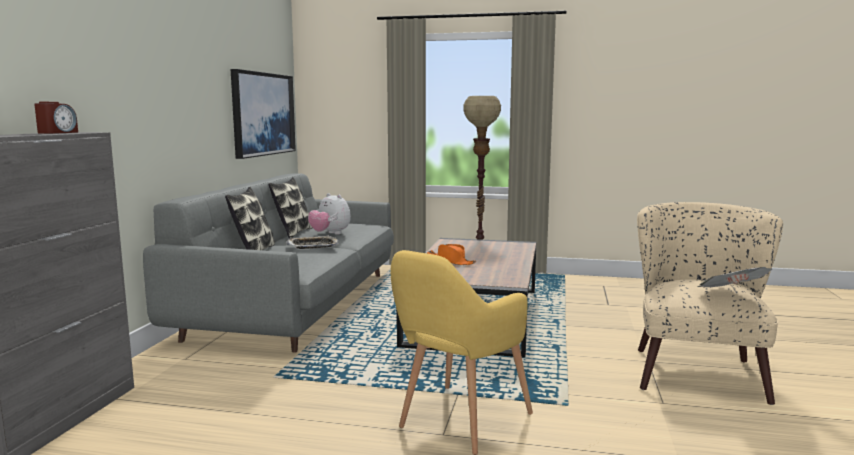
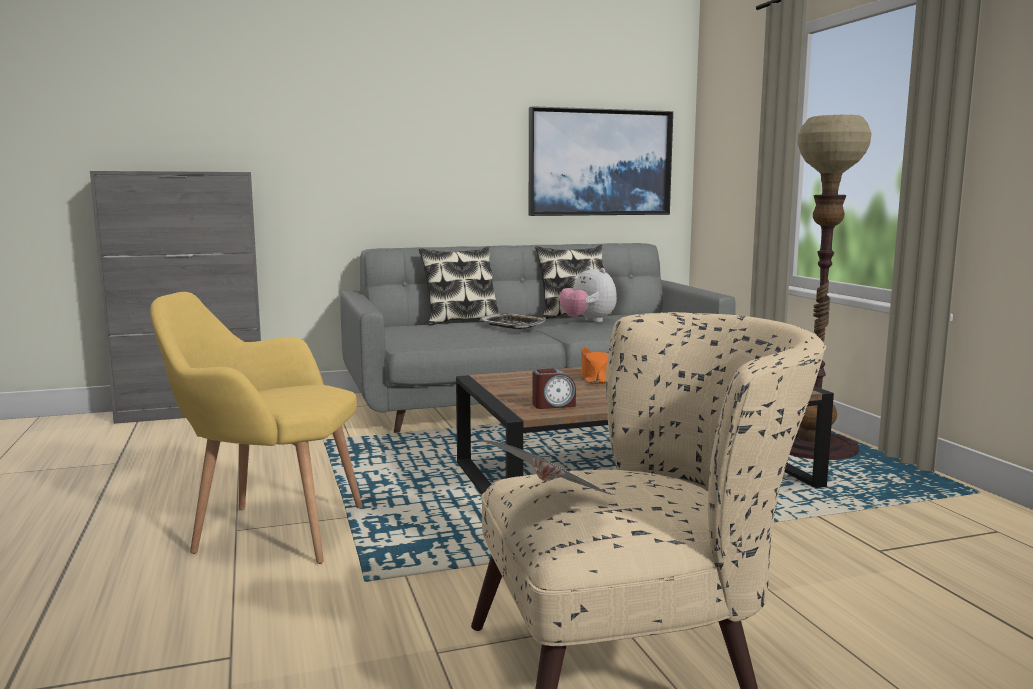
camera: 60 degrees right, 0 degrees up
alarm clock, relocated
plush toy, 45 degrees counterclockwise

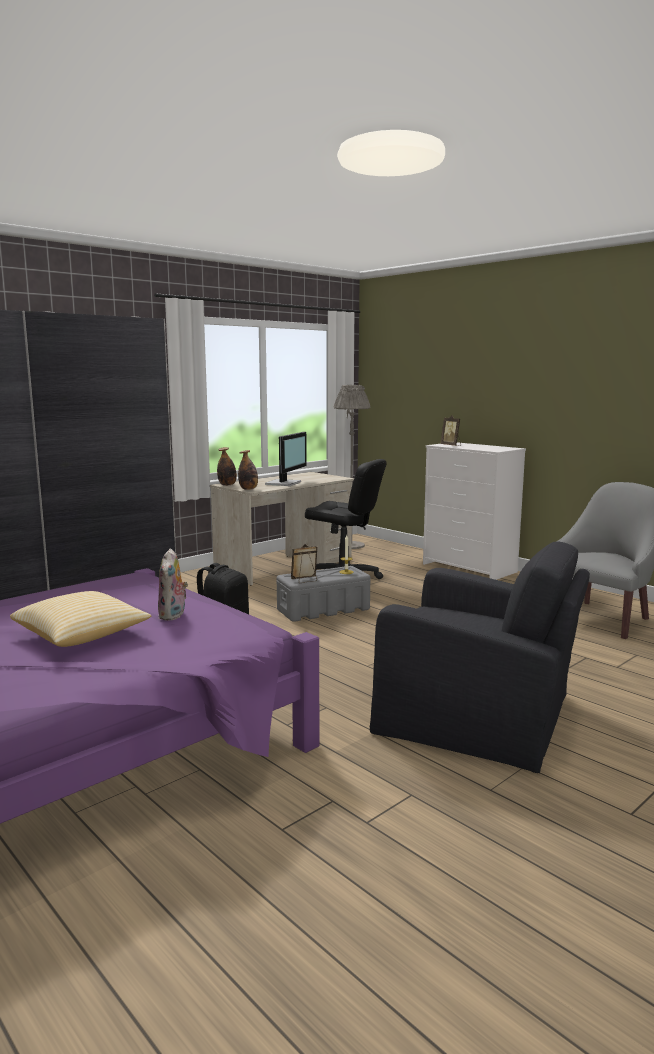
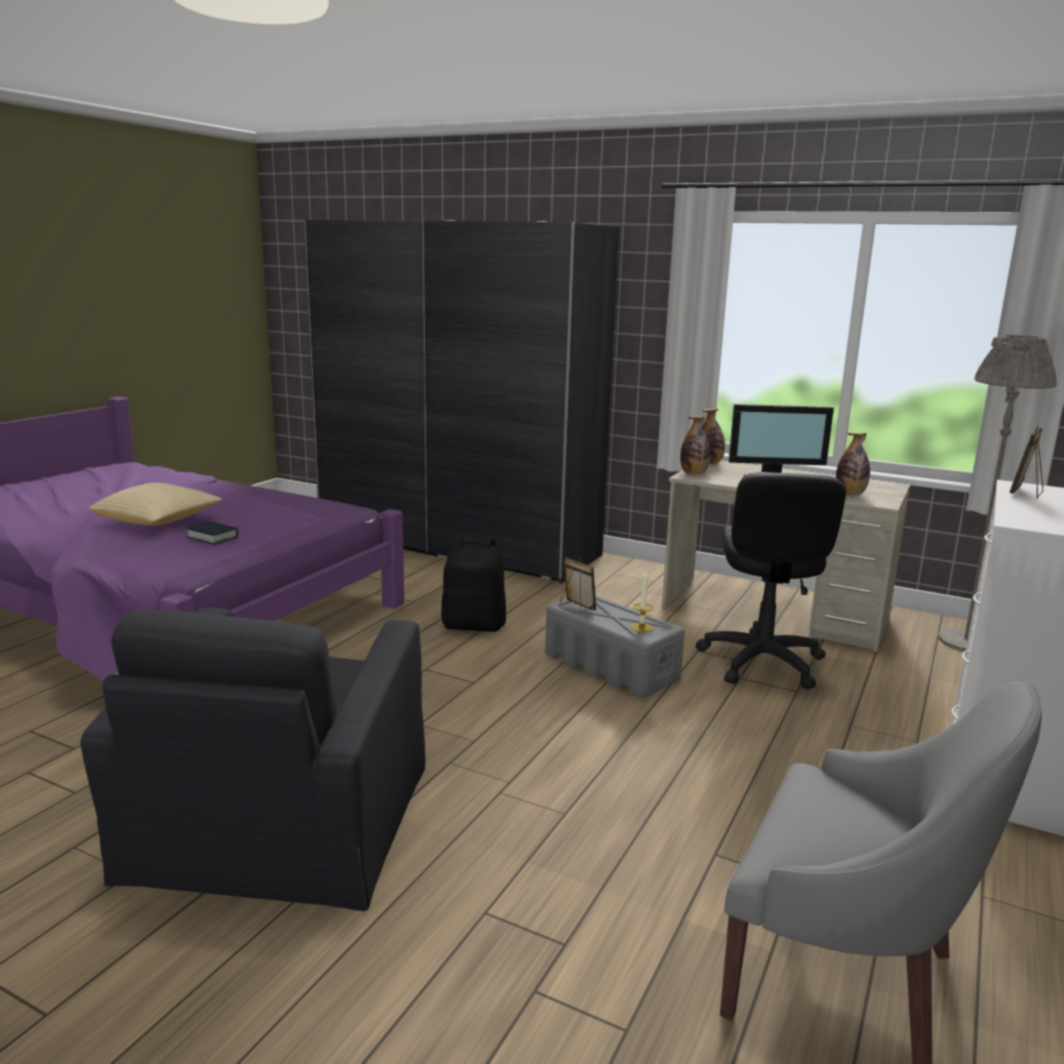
camera: 70 degrees right, 5 degrees up
plush toy → book
- → bottle (no. 3 from left)

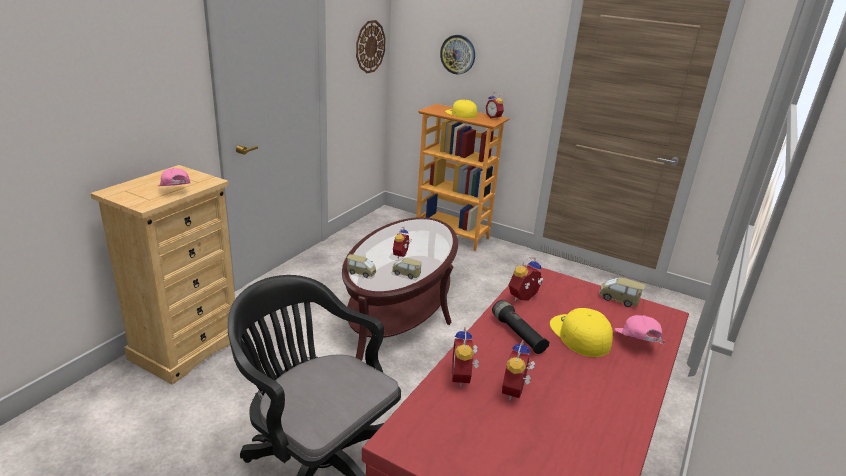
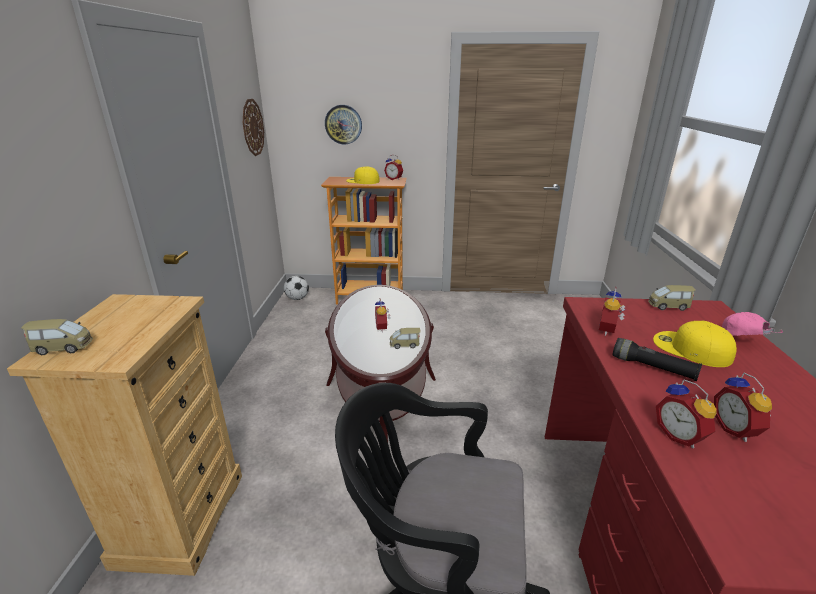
camera: 25 degrees left, 0 degrees up
cap (pink) (no. 1 from left) → -
toy car (no. 1 from left), relocated
- → football

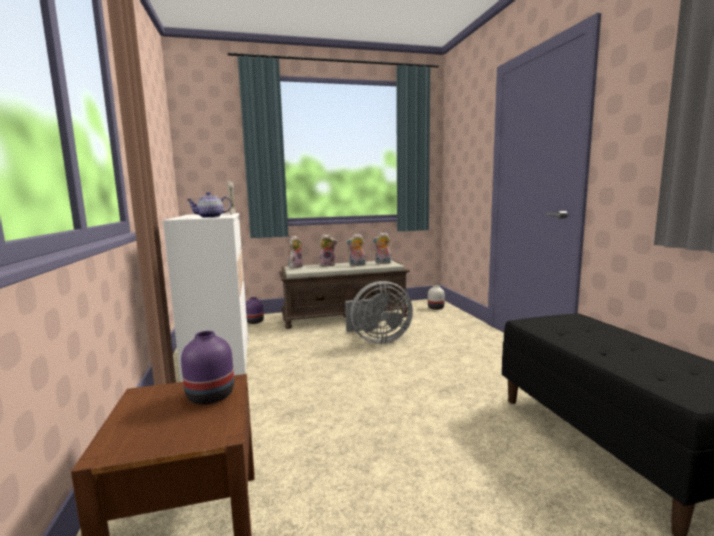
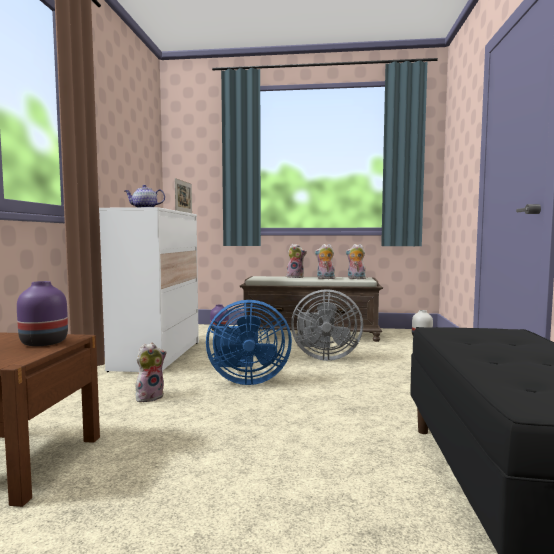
camera: 20 degrees right, 5 degrees down
plush toy (no. 1 from left), relocated
- → fan (blue)

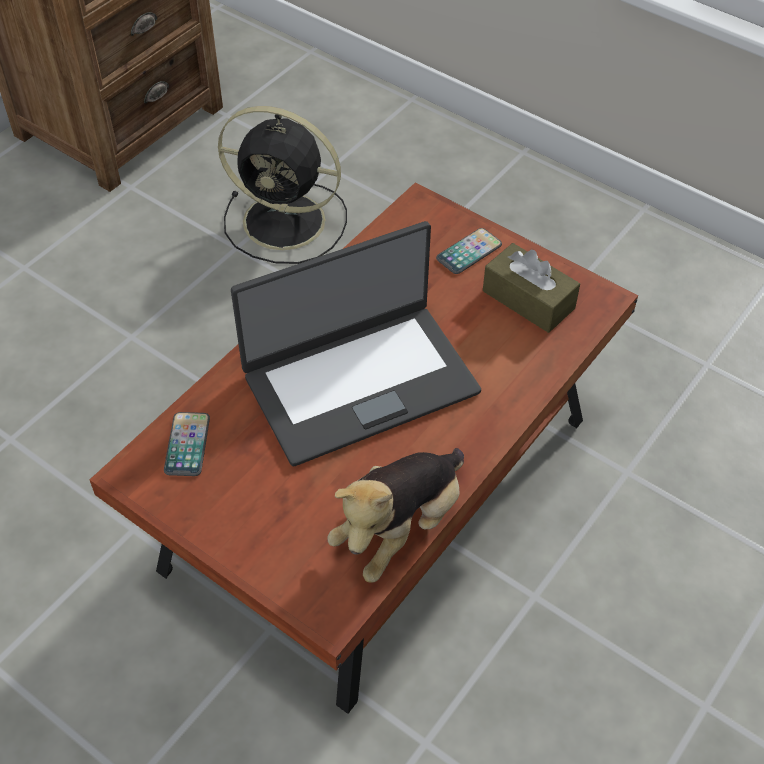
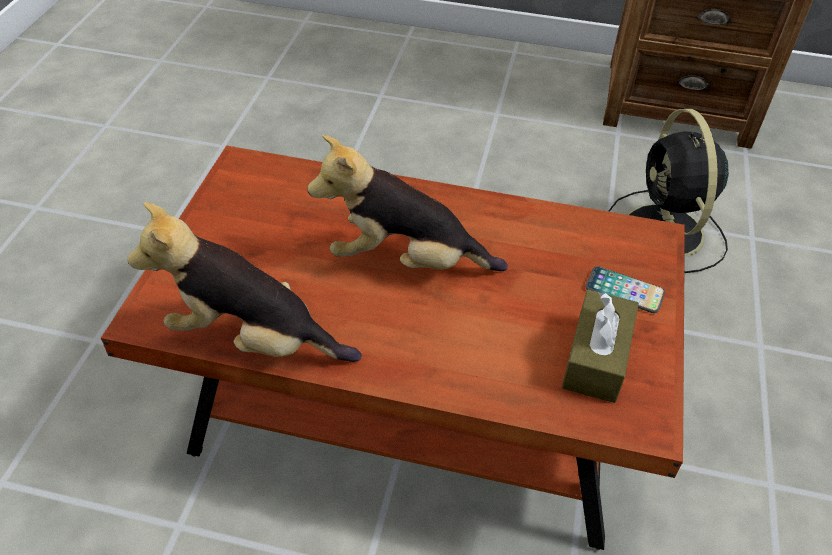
camera: 65 degrees right, 5 degrees down
phone (no. 1 from left) → -
laptop → plush toy (no. 2 from left)

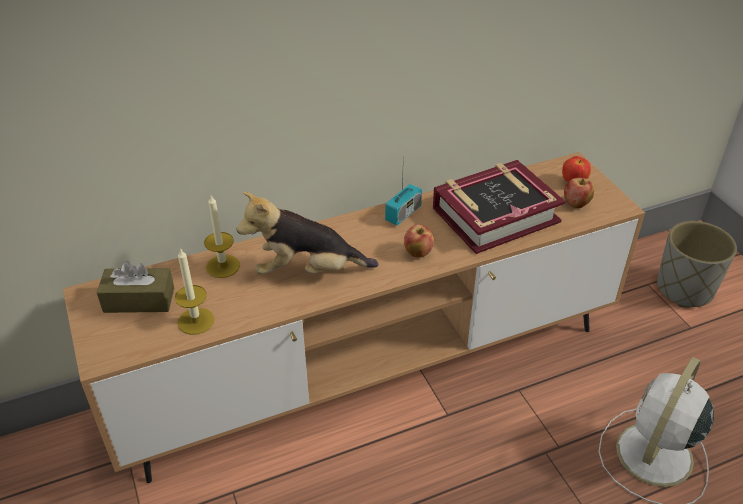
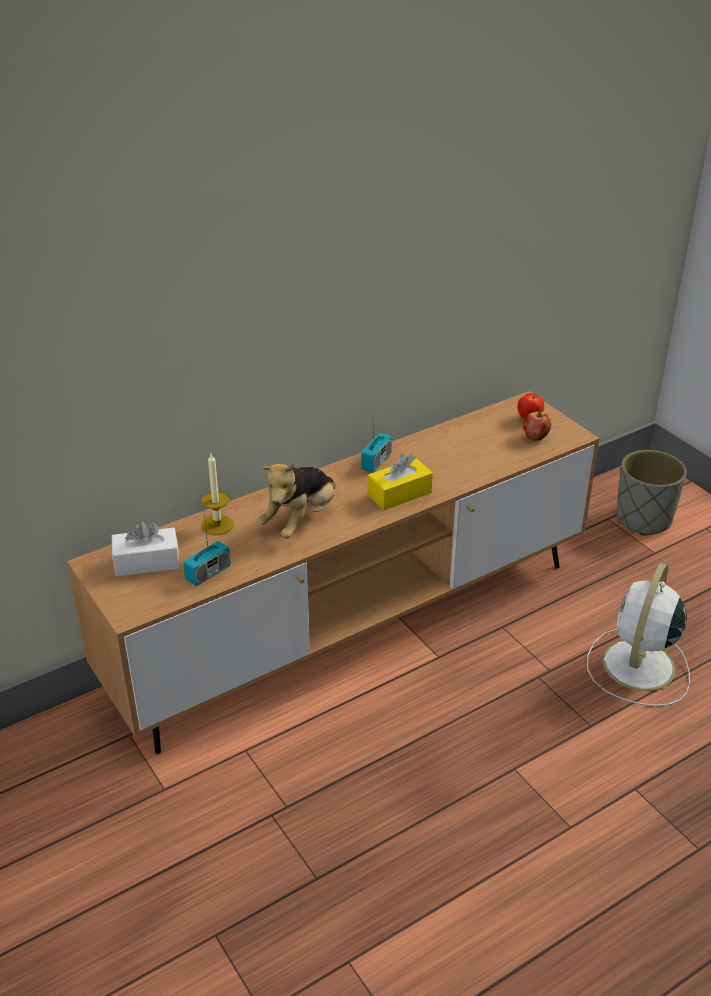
camera: 10 degrees left, 5 degrees down
tissue box (brown) → tissue box (white)
candle (no. 1 from left) → radio (no. 1 from left)
plush toy, 45 degrees counterclockwise
apple (no. 1 from left) → tissue box (yellow)
book → -

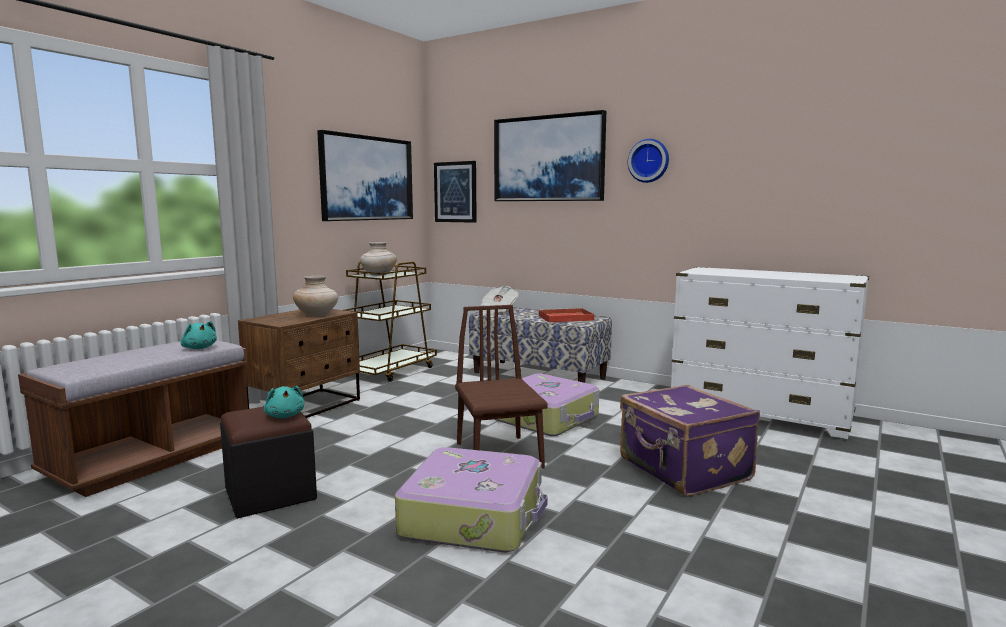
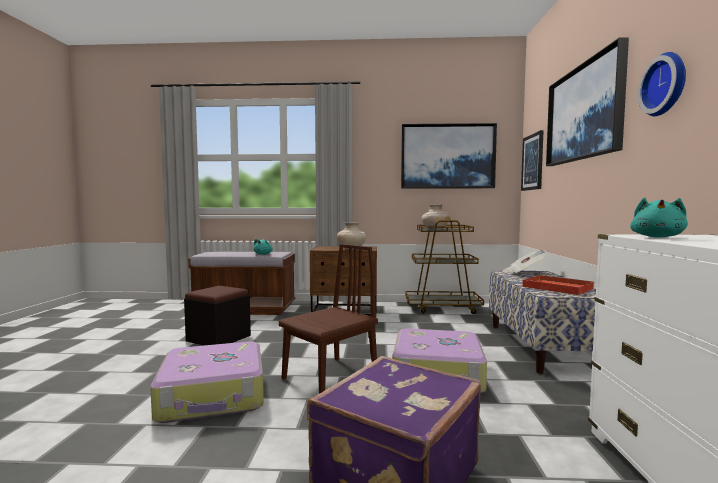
camera: 60 degrees right, 5 degrees down
plush toy (turquoise) (no. 2 from left), relocated

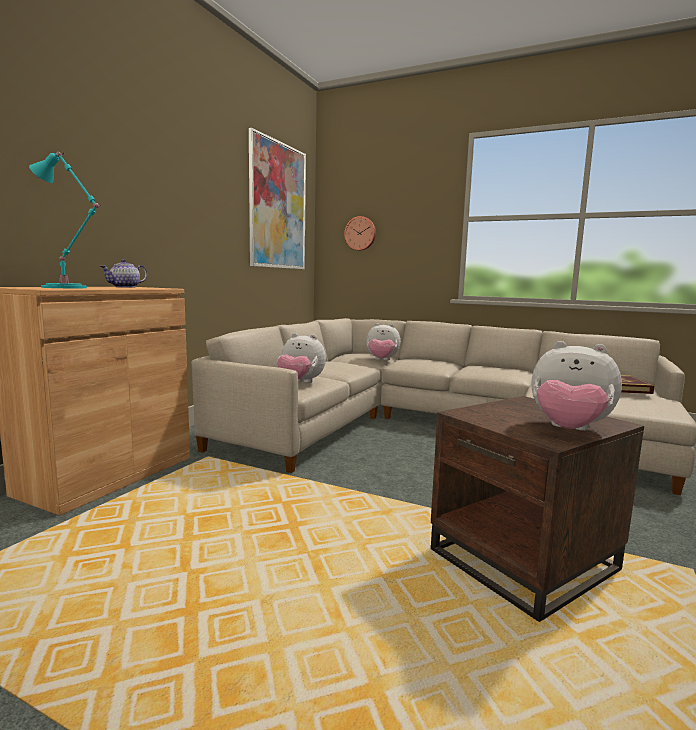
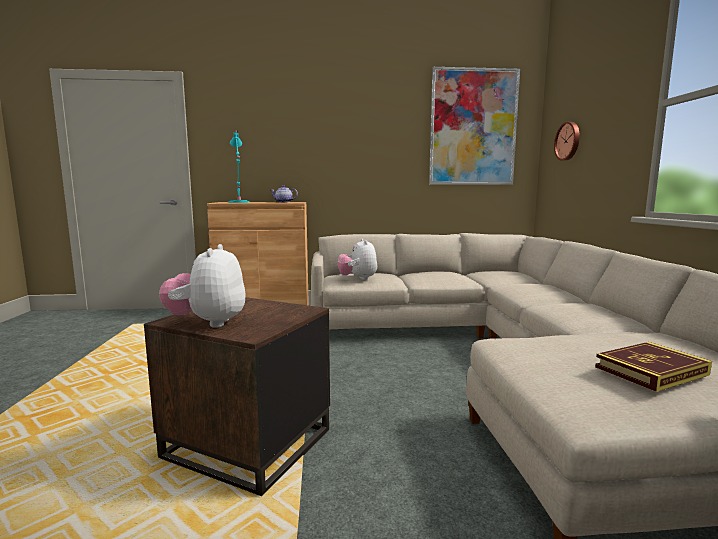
camera: 60 degrees right, 0 degrees up
plush toy (no. 2 from left) → -

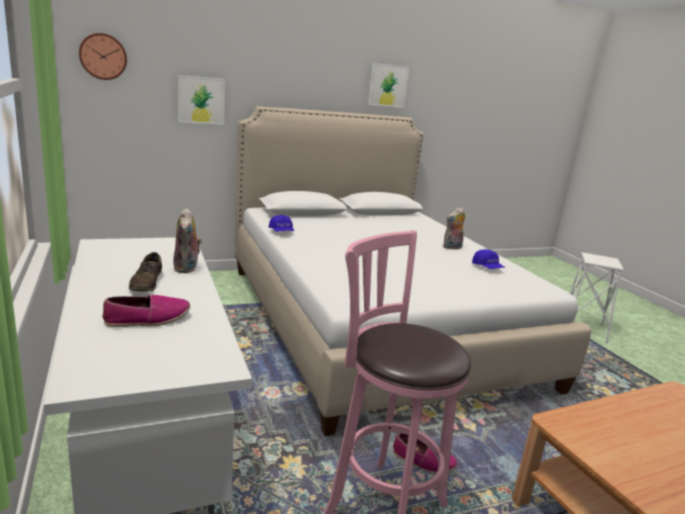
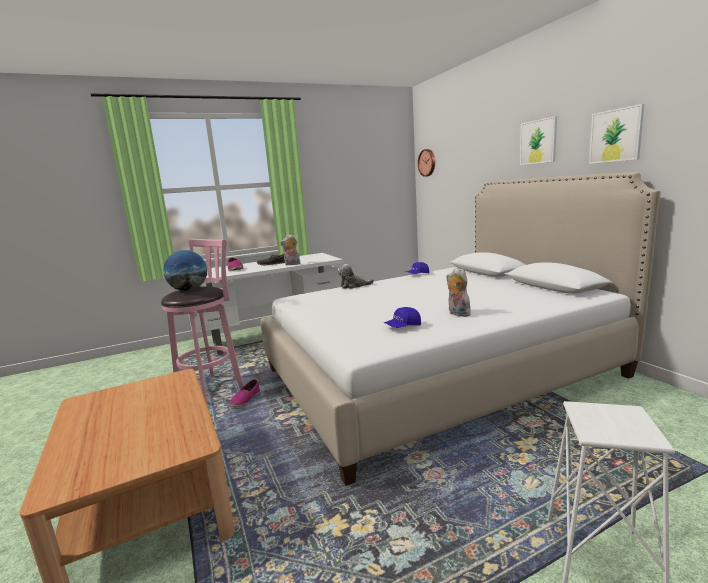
camera: 90 degrees right, 5 degrees down
picture (no. 1 from left), relocated
- → globe
- → plush toy (no. 2 from left)

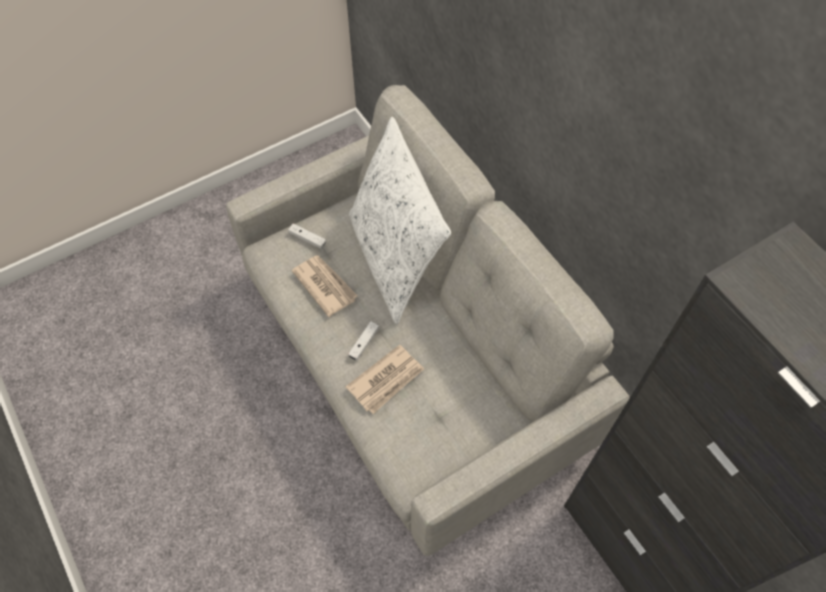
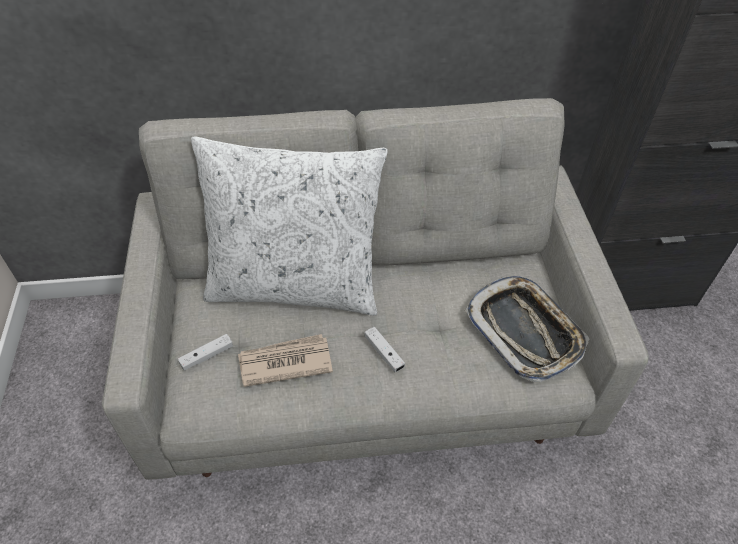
camera: 65 degrees left, 10 degrees down
newspaper (no. 2 from left) → -
- → tray

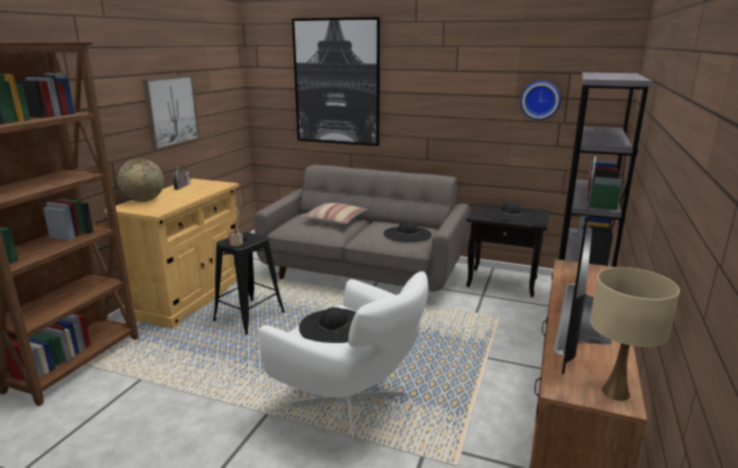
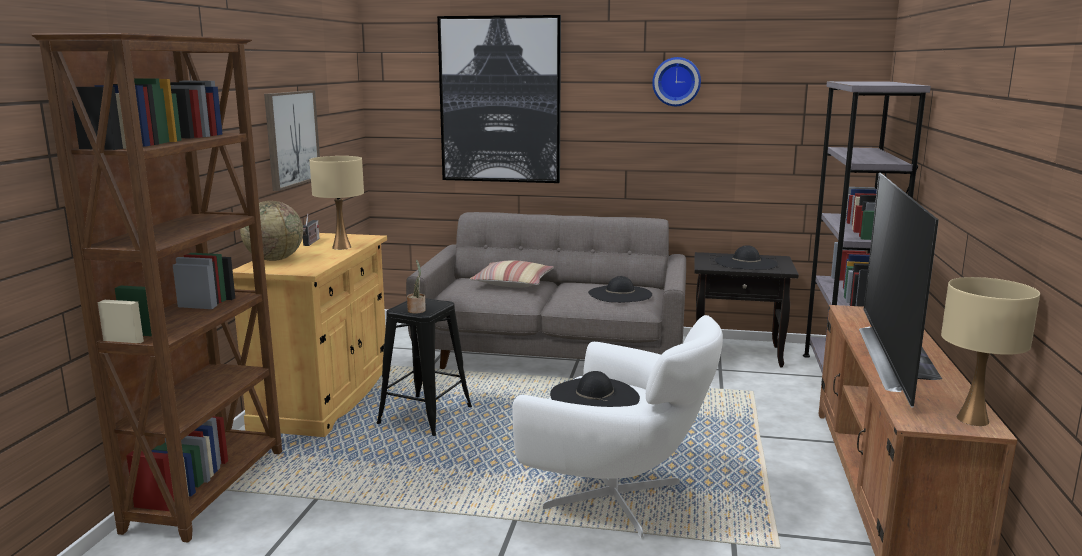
camera: 10 degrees left, 5 degrees down
wall clock, relocated
- → table lamp (beige) (no. 1 from left)

